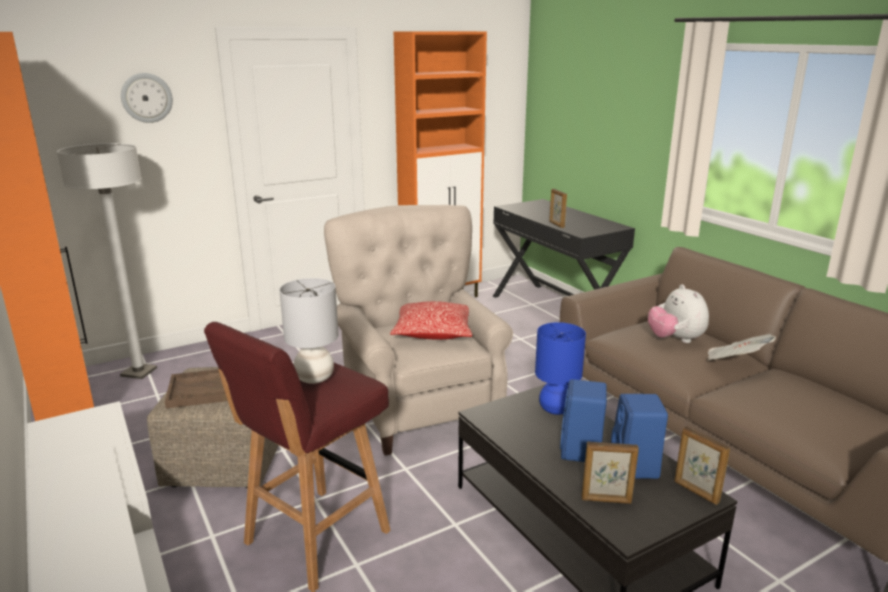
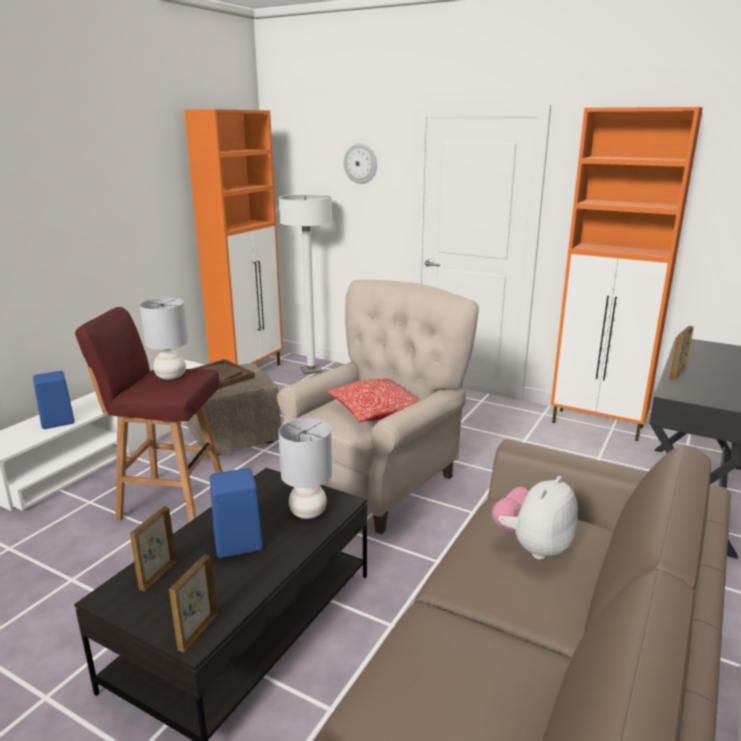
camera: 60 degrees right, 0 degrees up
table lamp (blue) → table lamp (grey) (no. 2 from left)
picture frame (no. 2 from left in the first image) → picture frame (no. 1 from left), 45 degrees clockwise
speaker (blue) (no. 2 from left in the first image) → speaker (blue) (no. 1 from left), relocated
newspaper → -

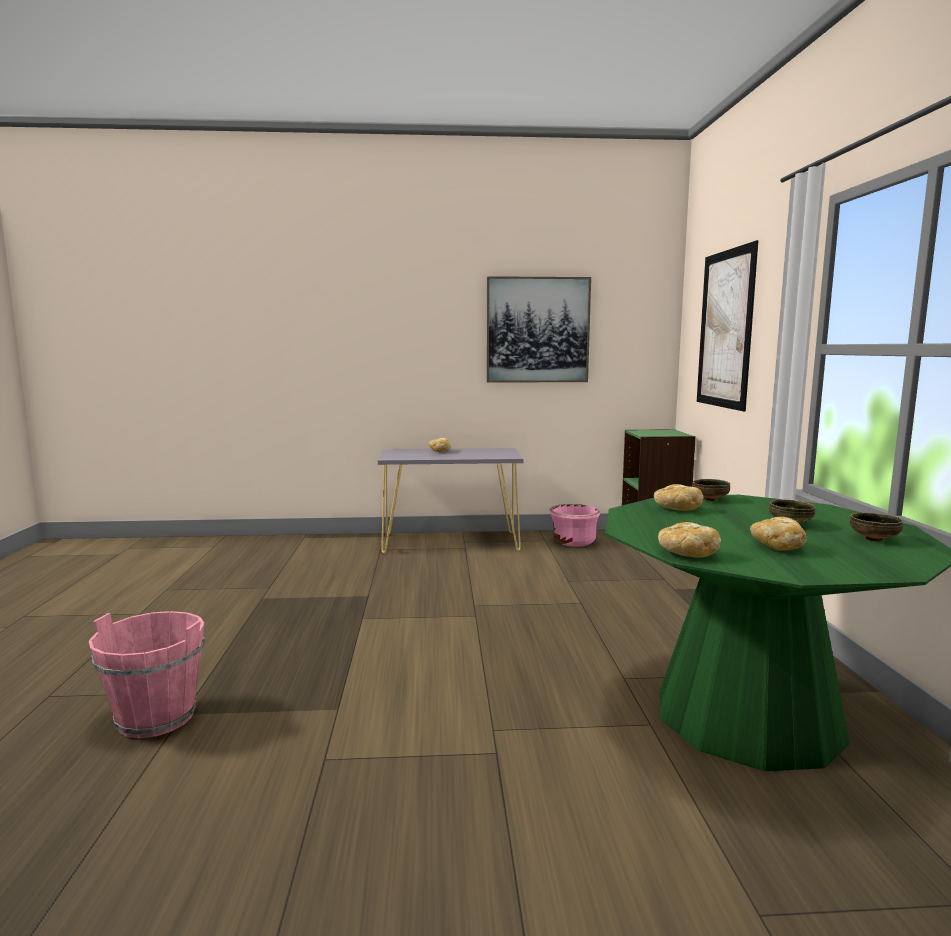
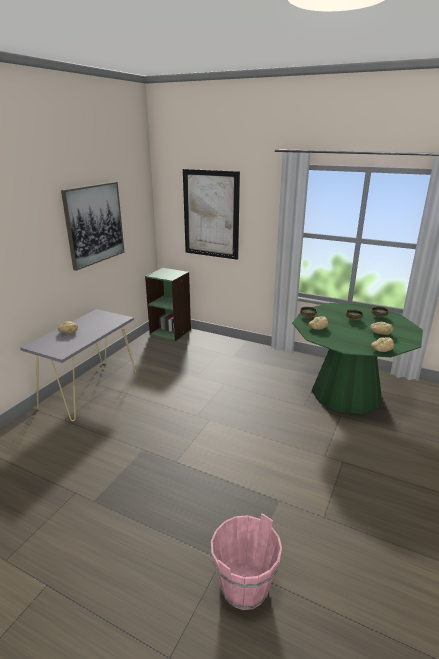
camera: 60 degrees left, 15 degrees up
planter (pink) → -

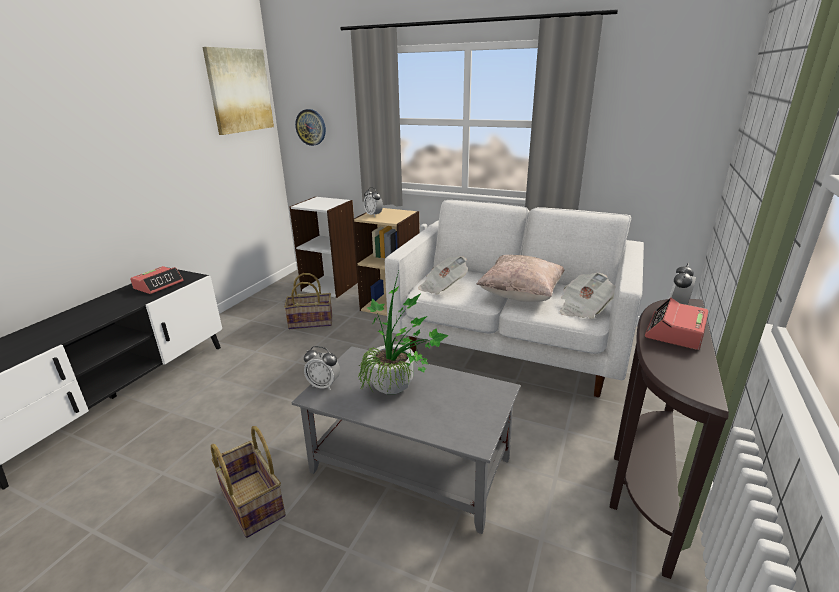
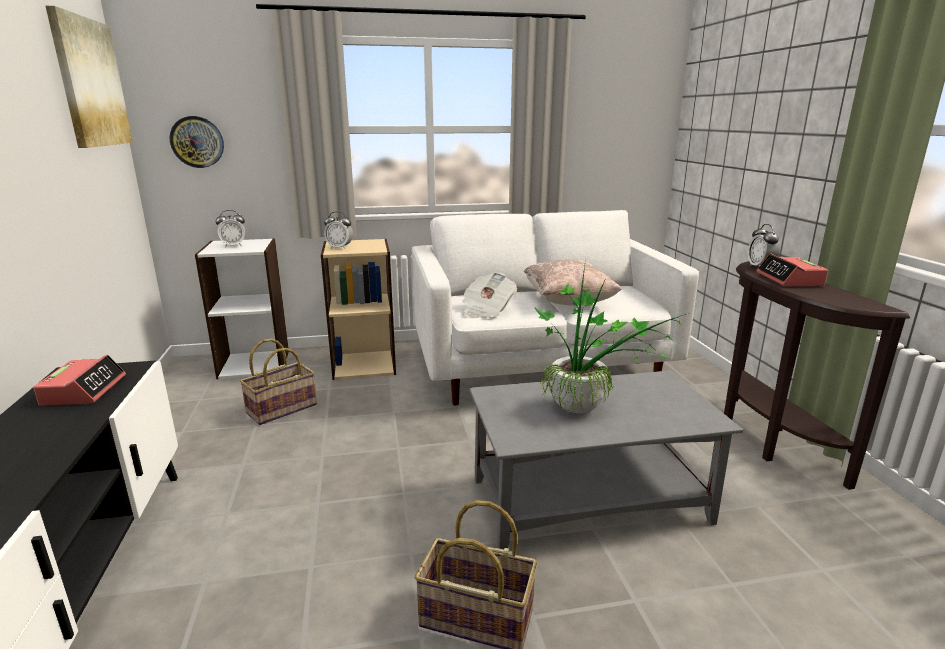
camera: 35 degrees left, 5 degrees down
alarm clock (no. 2 from left), relocated
newspaper (no. 2 from left) → -

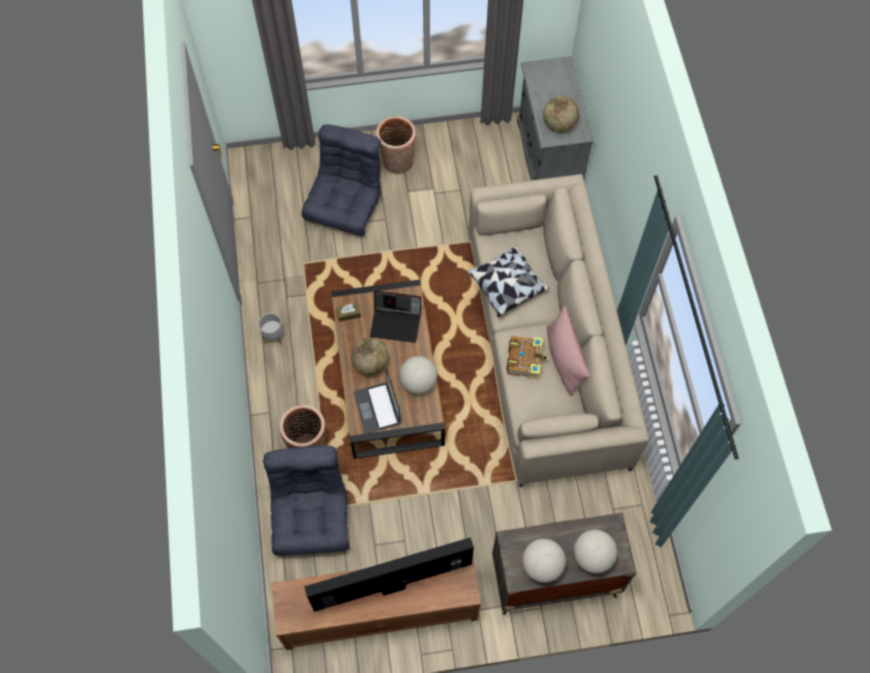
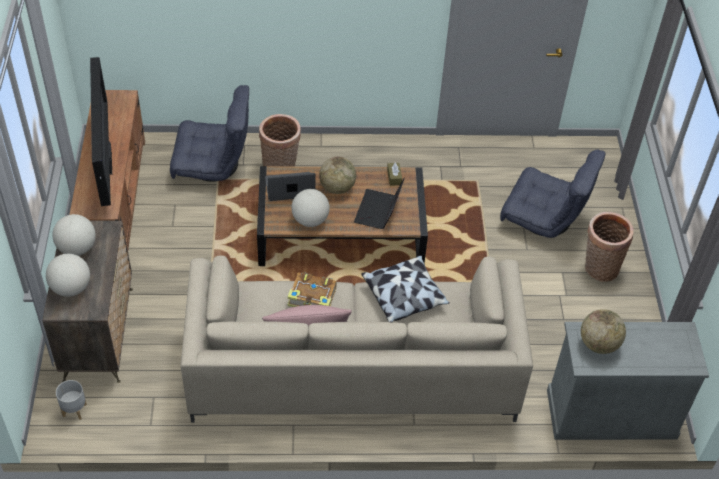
camera: 95 degrees right, 15 degrees down
planter (grey), relocated

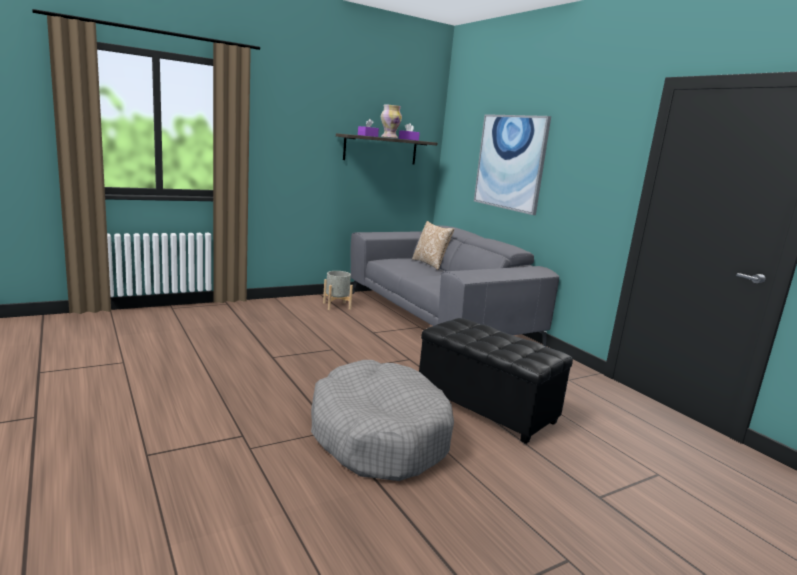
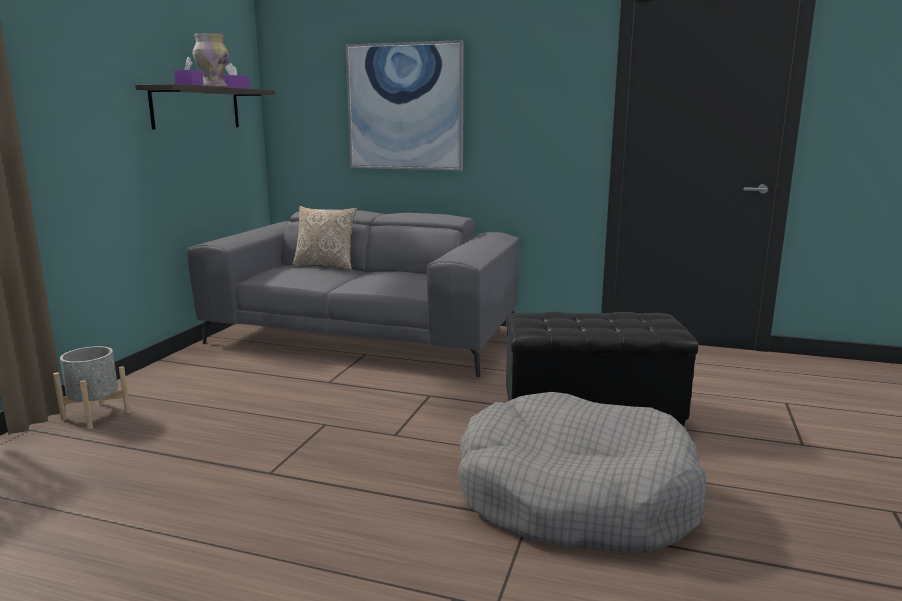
camera: 40 degrees left, 0 degrees up
planter (grey), relocated

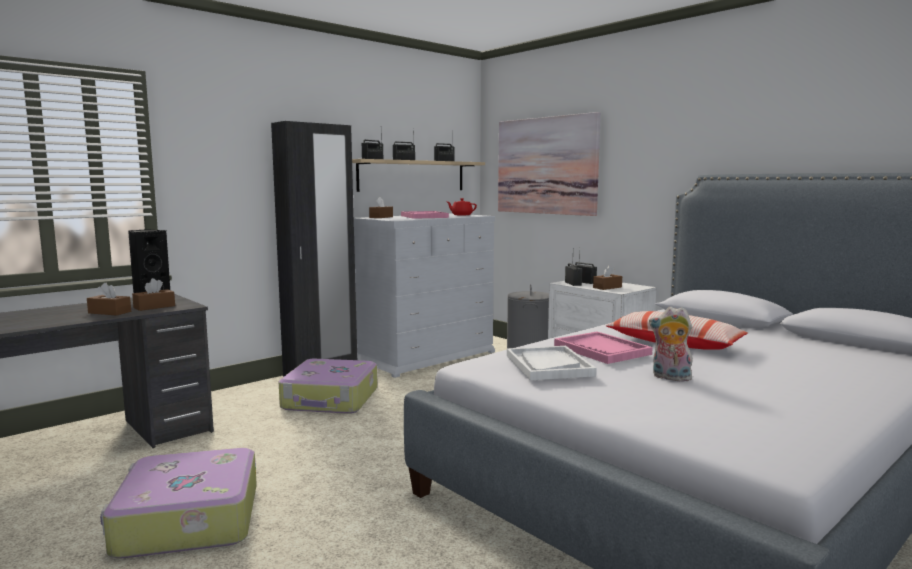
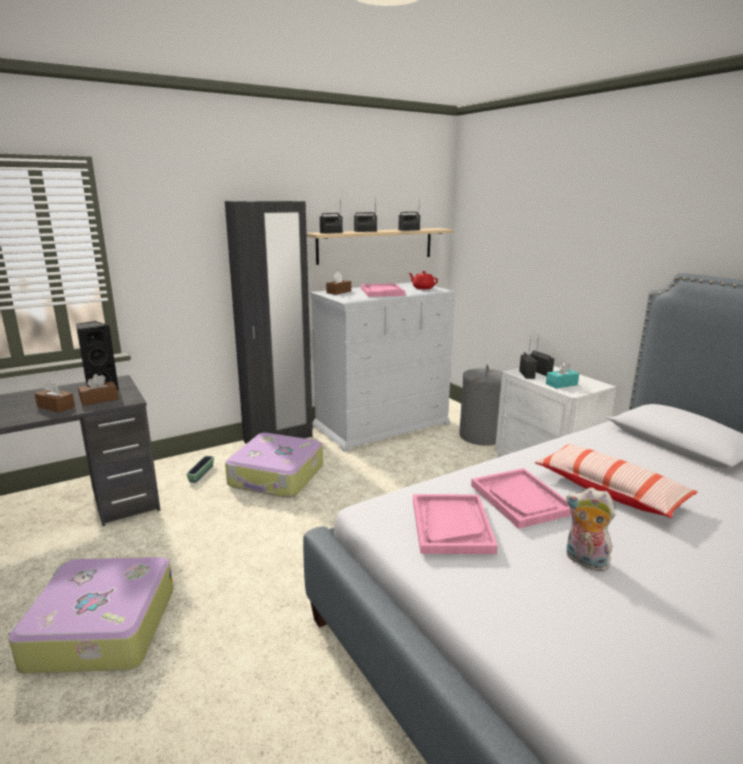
camera: 10 degrees right, 10 degrees up
picture → -
tray (white) → tray (pink) (no. 2 from left)
tissue box (brown) (no. 4 from left) → tissue box (turquoise)
- → planter

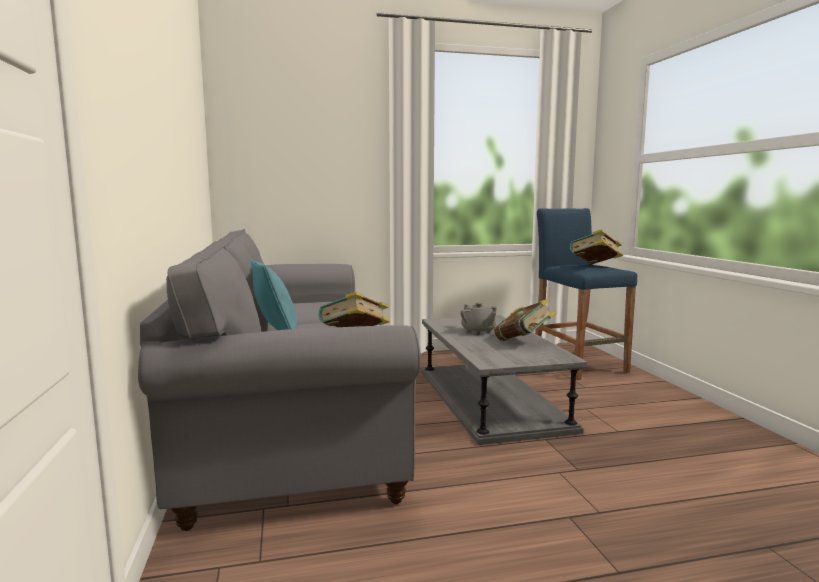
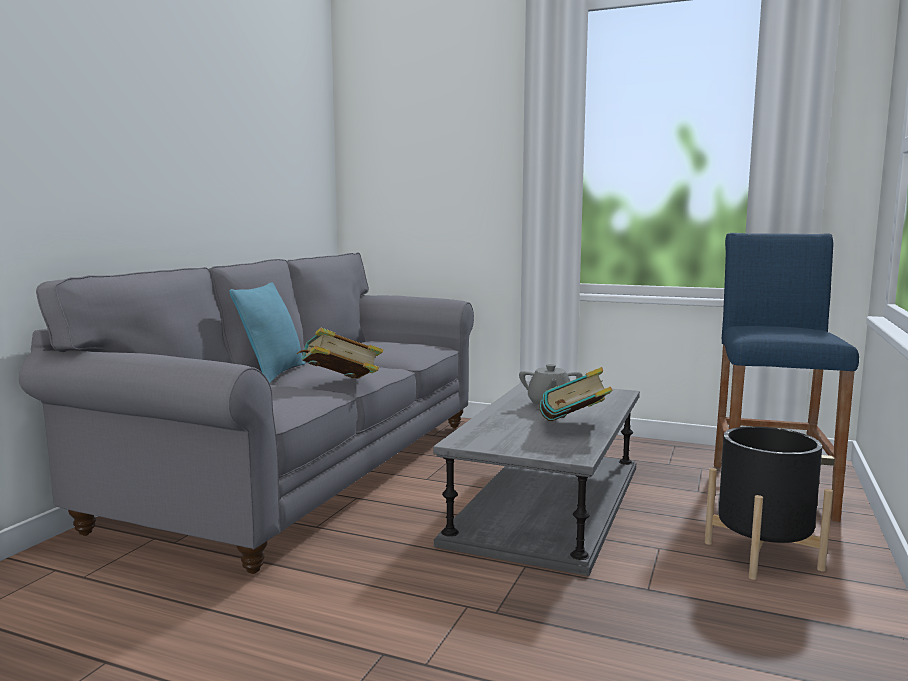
camera: 35 degrees right, 0 degrees up
book (no. 3 from left) → -
- → planter (black)

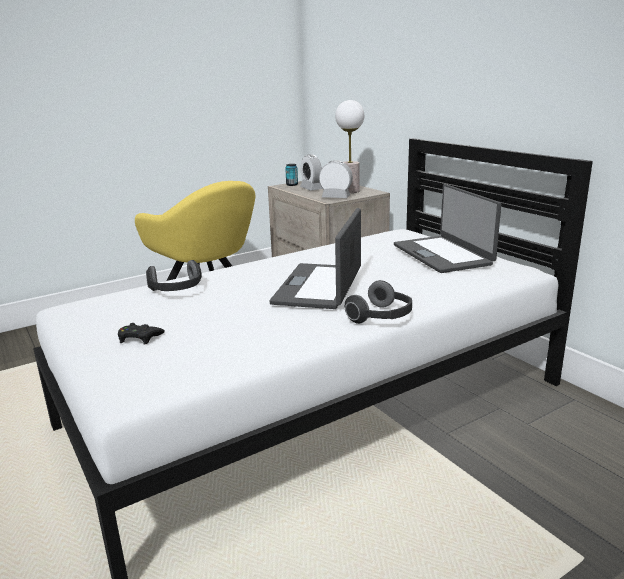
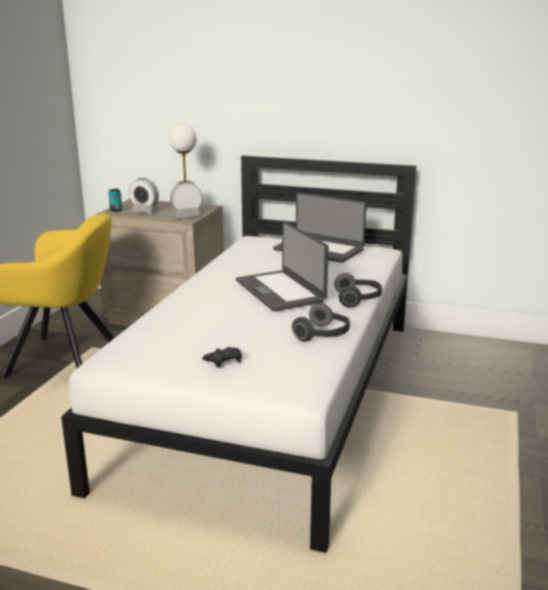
camera: 40 degrees left, 0 degrees up
headphones (no. 1 from left), relocated

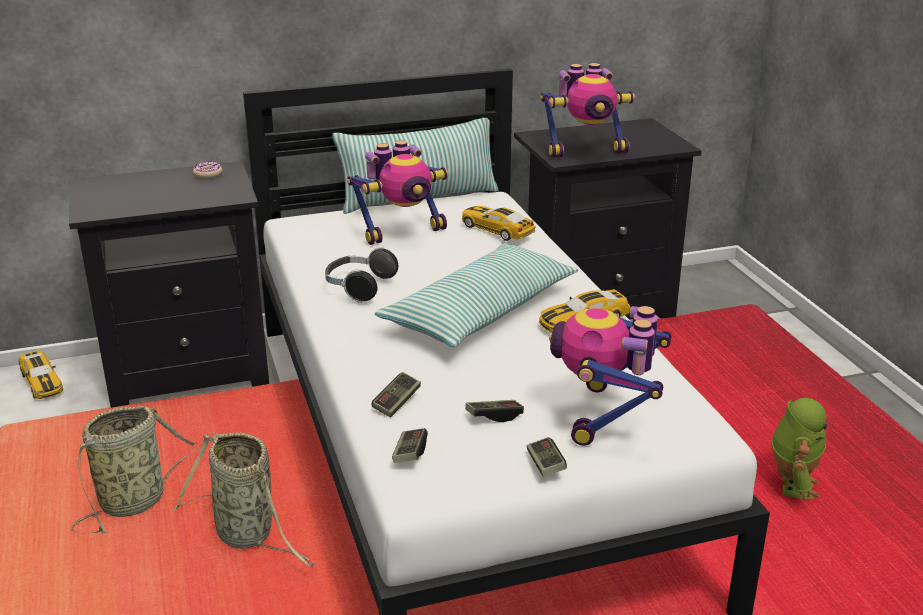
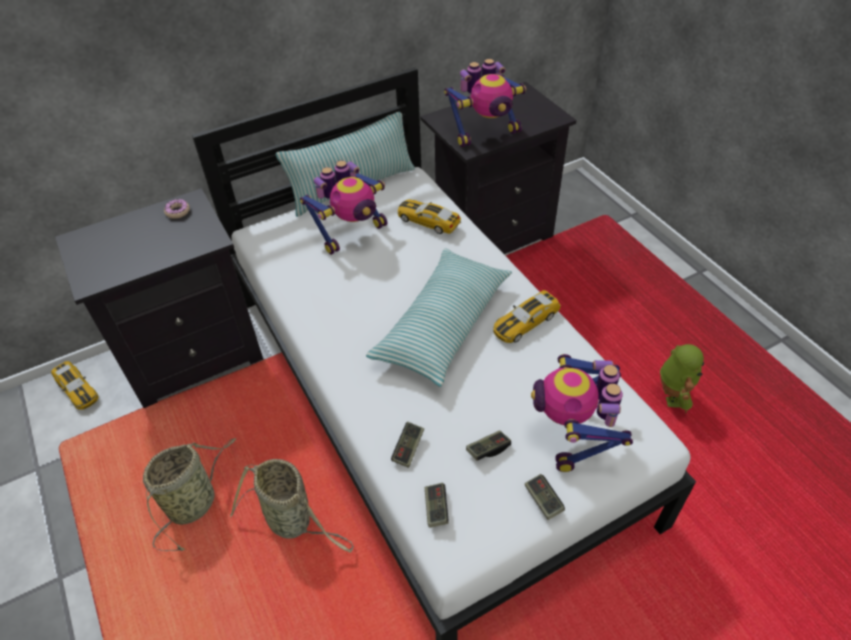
camera: 10 degrees left, 20 degrees up
headphones → -

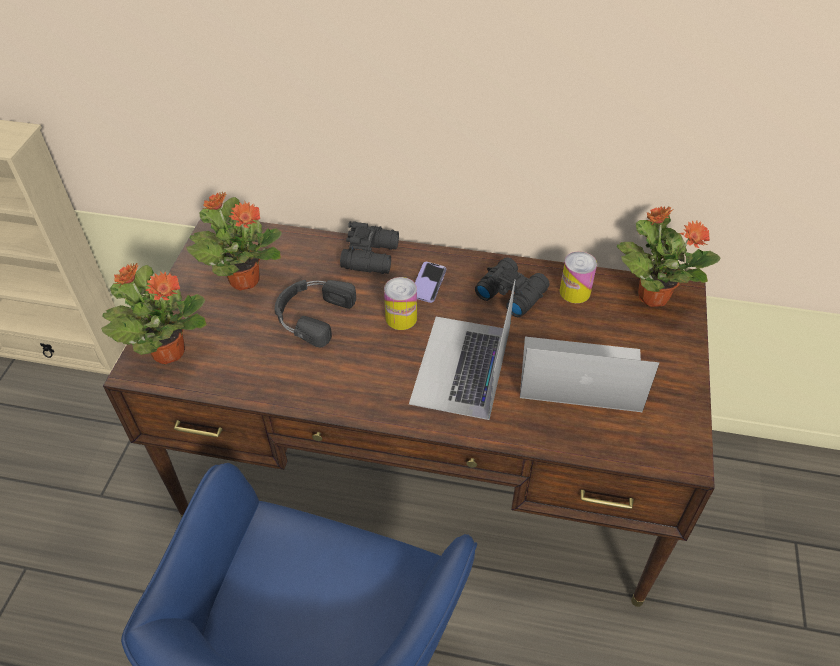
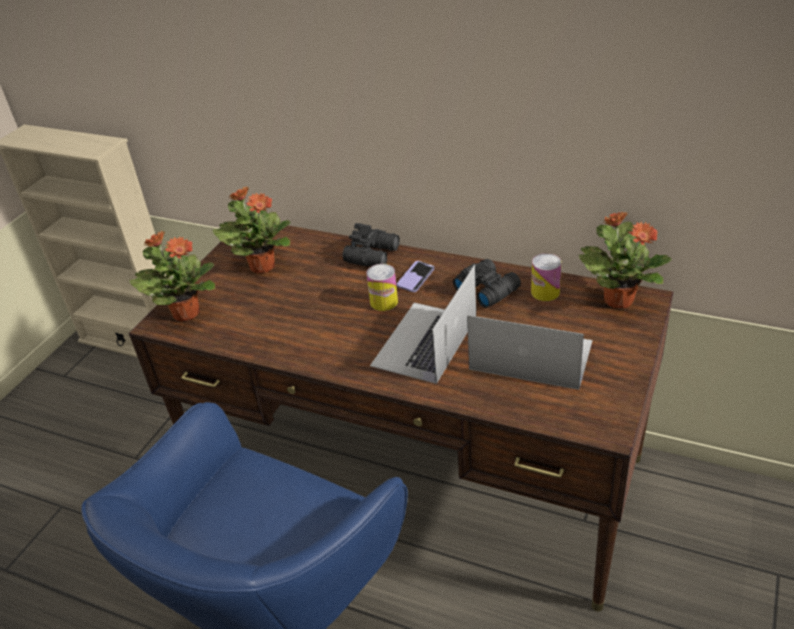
camera: 15 degrees right, 10 degrees down
headphones (black) → -

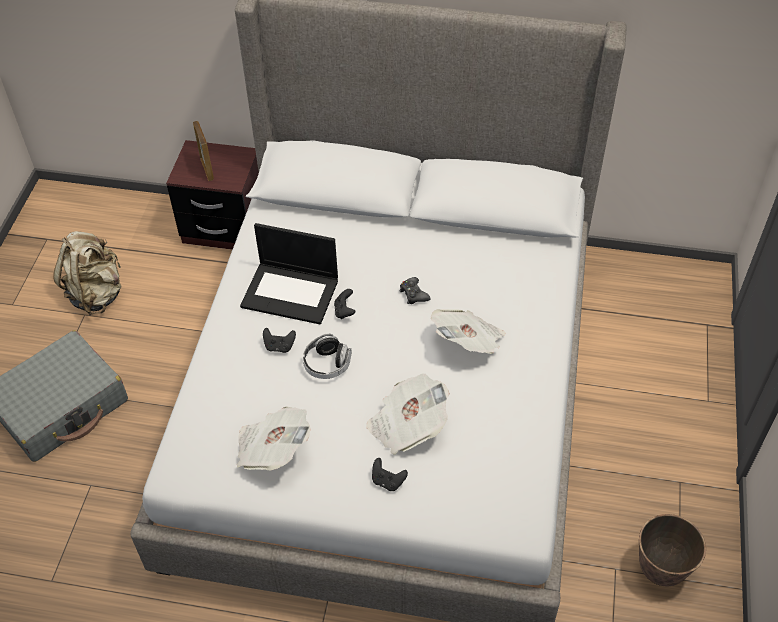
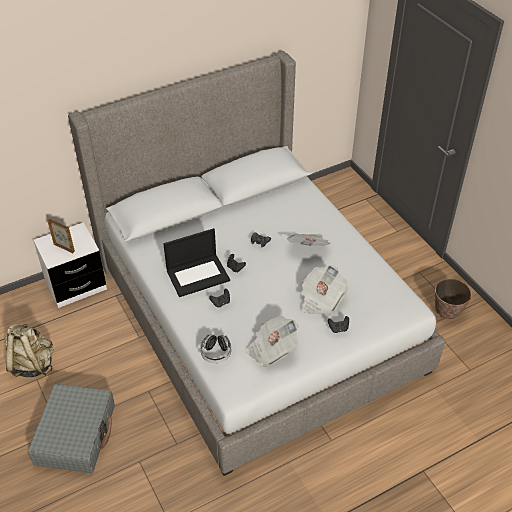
camera: 40 degrees left, 5 degrees down
nightstand (brown) → nightstand (white)
headphones, relocated

